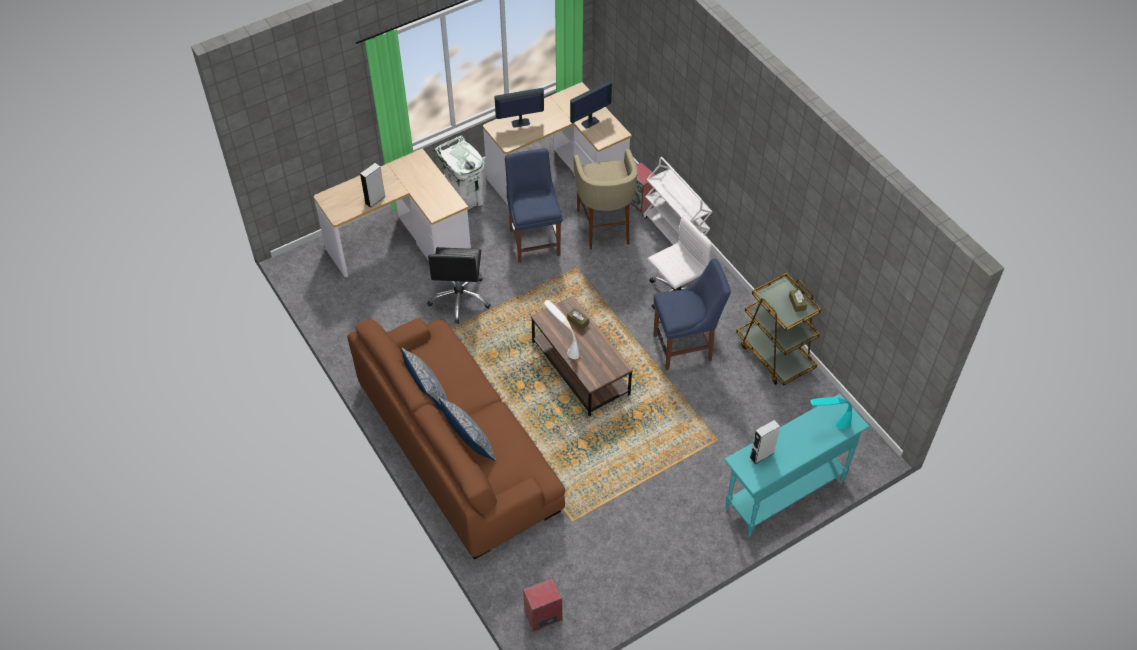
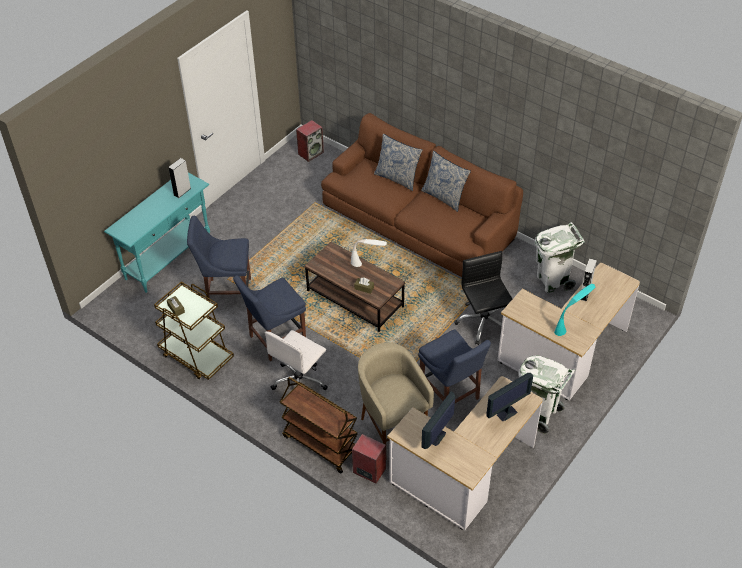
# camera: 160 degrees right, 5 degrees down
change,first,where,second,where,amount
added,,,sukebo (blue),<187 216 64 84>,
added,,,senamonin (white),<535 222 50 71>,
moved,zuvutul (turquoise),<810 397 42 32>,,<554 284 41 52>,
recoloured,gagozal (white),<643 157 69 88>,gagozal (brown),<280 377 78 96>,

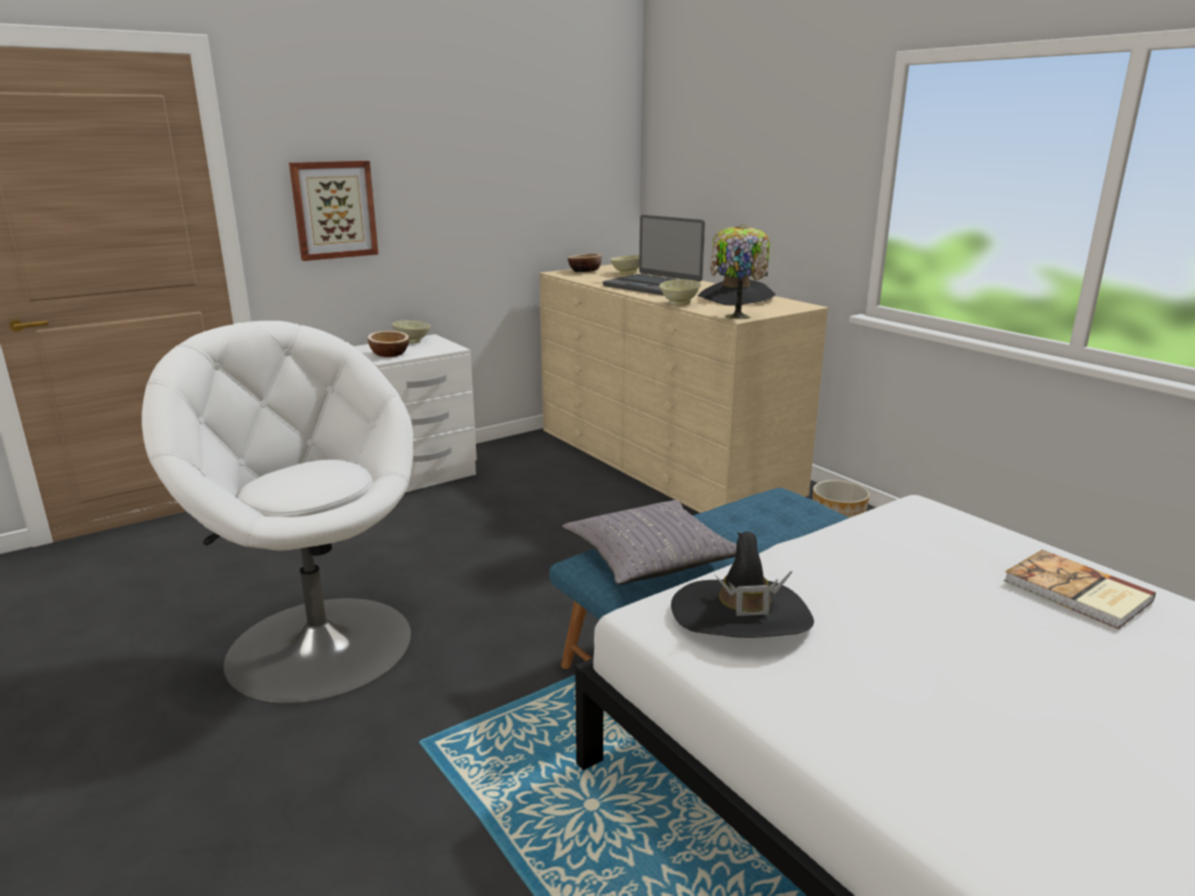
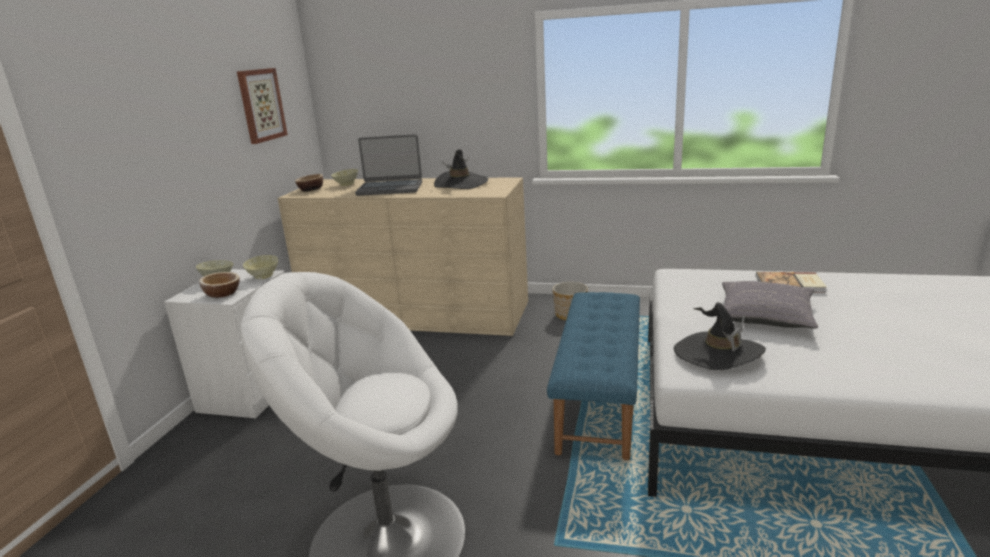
# camera: 40 degrees left, 0 degrees up
change,first,where,second,where,amount
removed,zuvutul,<710 224 60 95>,,,
moved,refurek,<289 161 89 100>,,<237 68 51 76>,
moved,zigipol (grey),<562 500 175 85>,,<722 281 96 48>,
moved,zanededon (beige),<659 279 41 26>,,<243 255 35 24>,

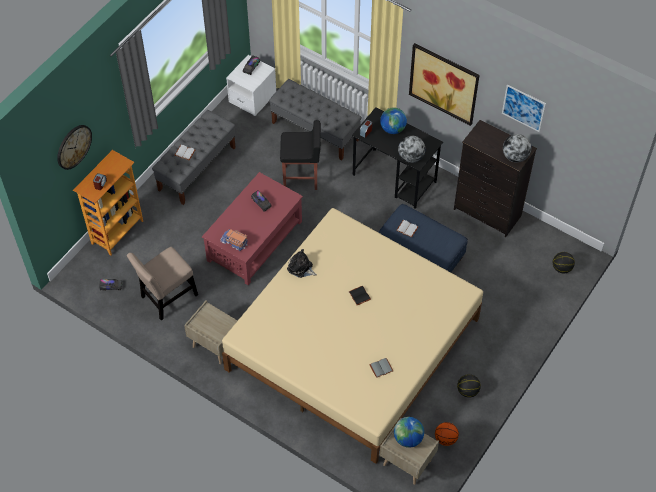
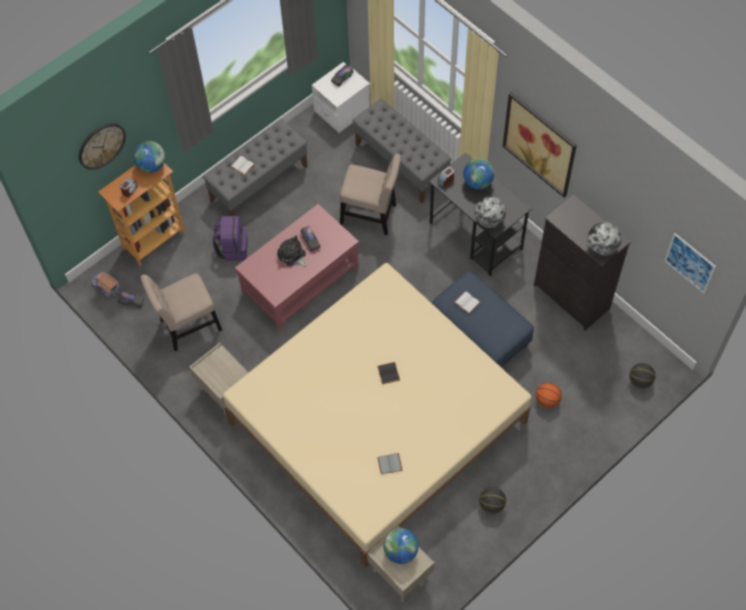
# camera: 15 degrees right, 5 degrees up
change,first,where,second,where,amount
added,,,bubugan,<133 141 32 32>,
added,,,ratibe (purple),<213 216 35 45>,
moved,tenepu,<220 229 28 22>,,<92 272 29 25>,
moved,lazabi,<287 249 30 29>,,<277 235 30 32>,
moved,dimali,<435 422 24 24>,,<536 383 26 25>,
moved,refurek,<502 85 44 47>,,<665 233 51 60>,
replaced,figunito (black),<280 120 41 70>,sukebo (beige),<340 154 61 81>,

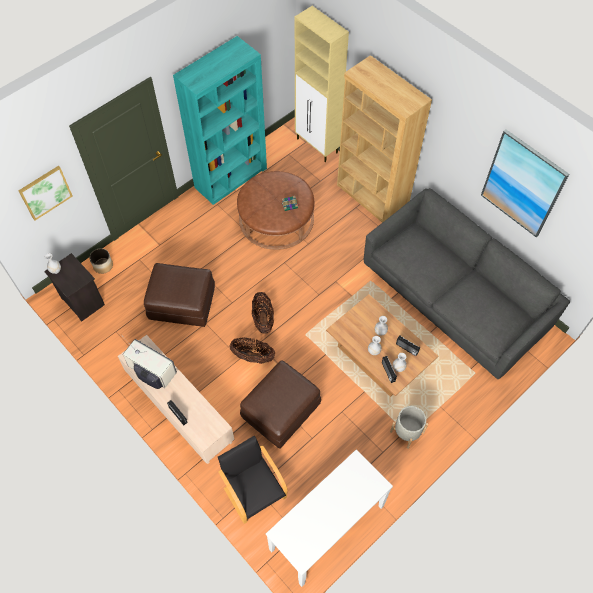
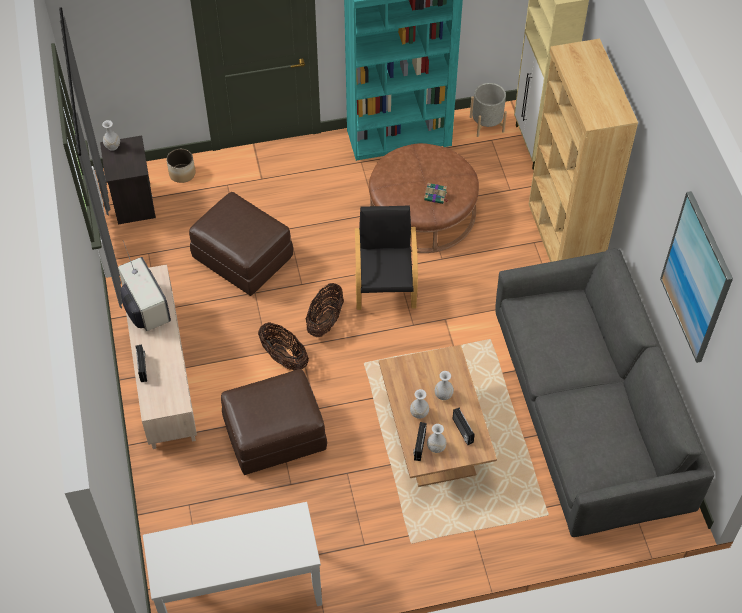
# camera: 30 degrees right, 5 degrees down
change,first,where,second,where,amount
removed,refurek,<18 166 55 54>,,,
moved,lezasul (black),<218 436 70 88>,,<355 205 63 105>,
moved,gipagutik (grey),<390 406 38 43>,,<470 83 37 54>,

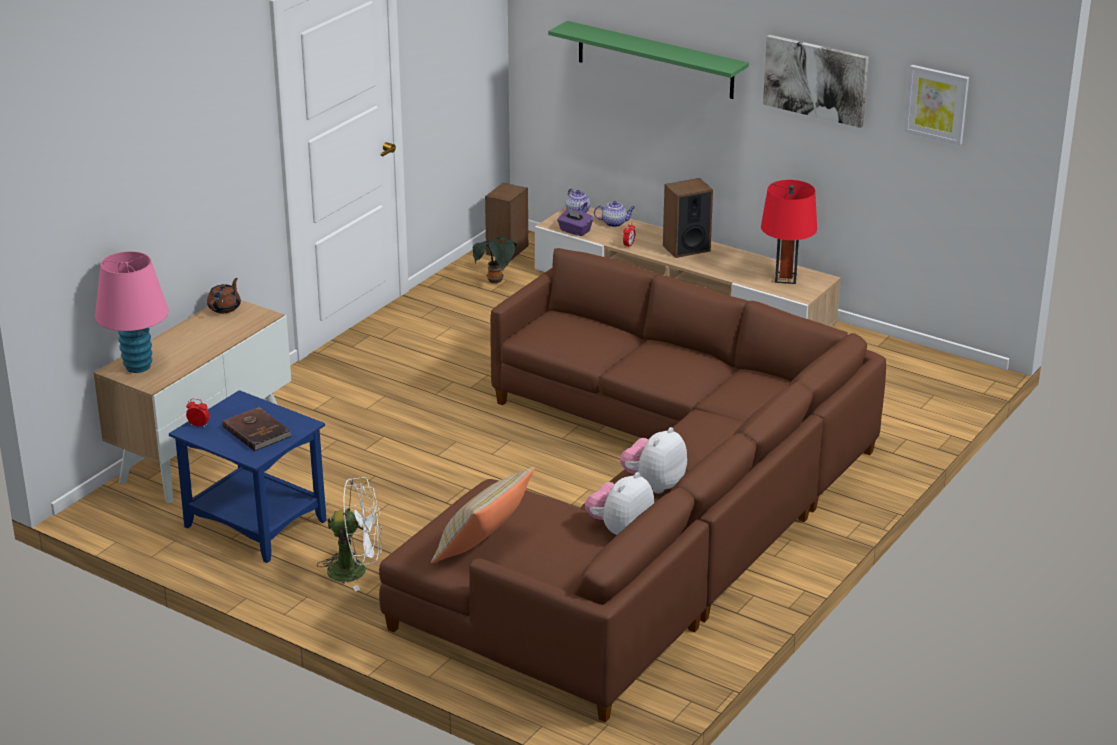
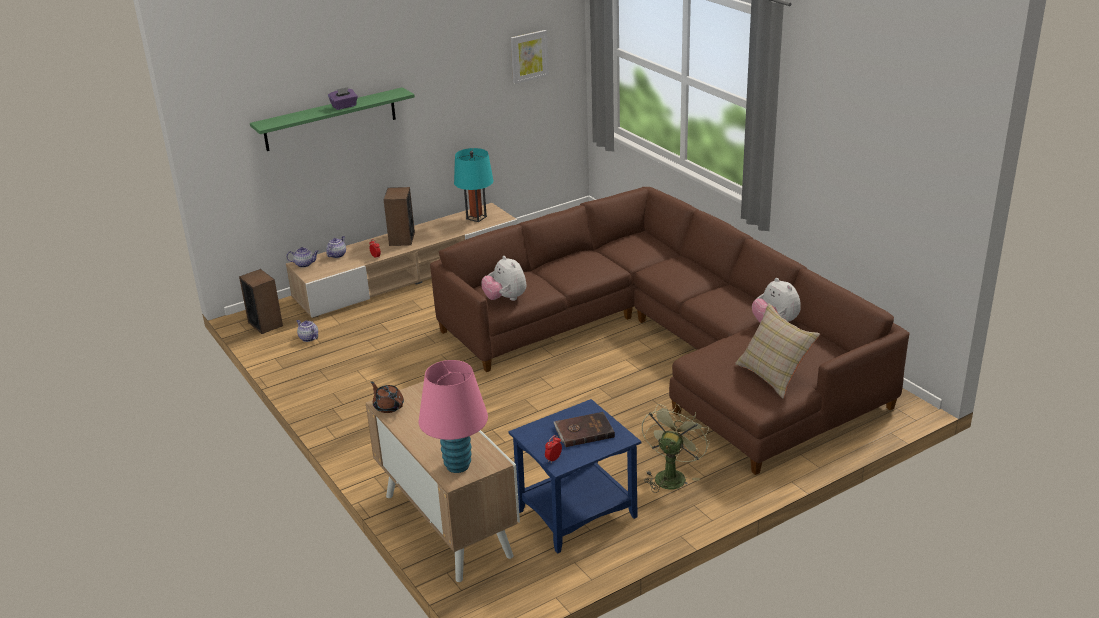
# camera: 65 degrees left, 0 degrees up
change,first,where,second,where,amount
removed,refurek,<763 35 106 93>,,,
moved,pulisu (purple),<557 209 36 27>,,<328 87 30 23>,
moved,lazabi,<620 427 67 66>,,<482 256 44 45>,
replaced,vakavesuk,<473 235 44 48>,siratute,<296 320 22 22>,
recoloured,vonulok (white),<317 477 65 114>,vonulok (green),<642 404 68 89>,
recoloured,zuvutul (red),<761 180 56 104>,zuvutul (turquoise),<454 148 39 74>,

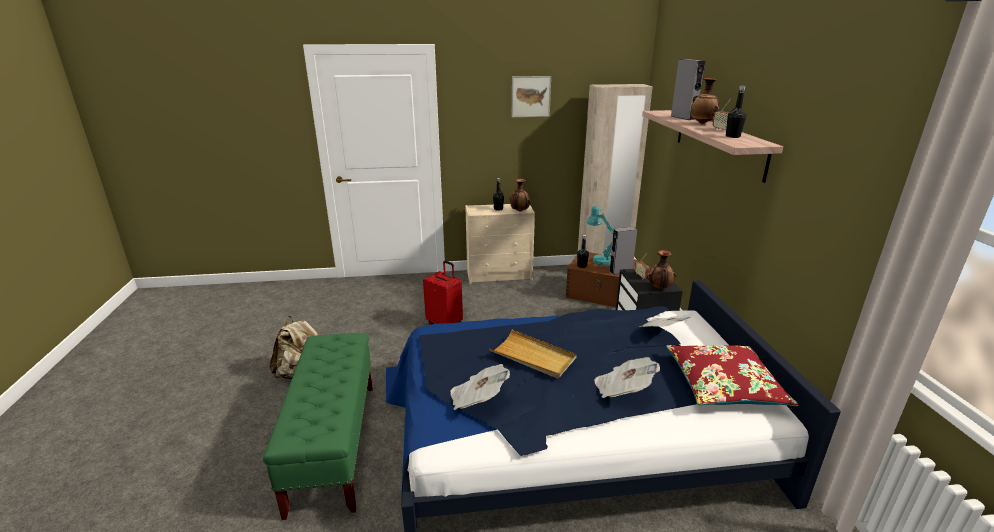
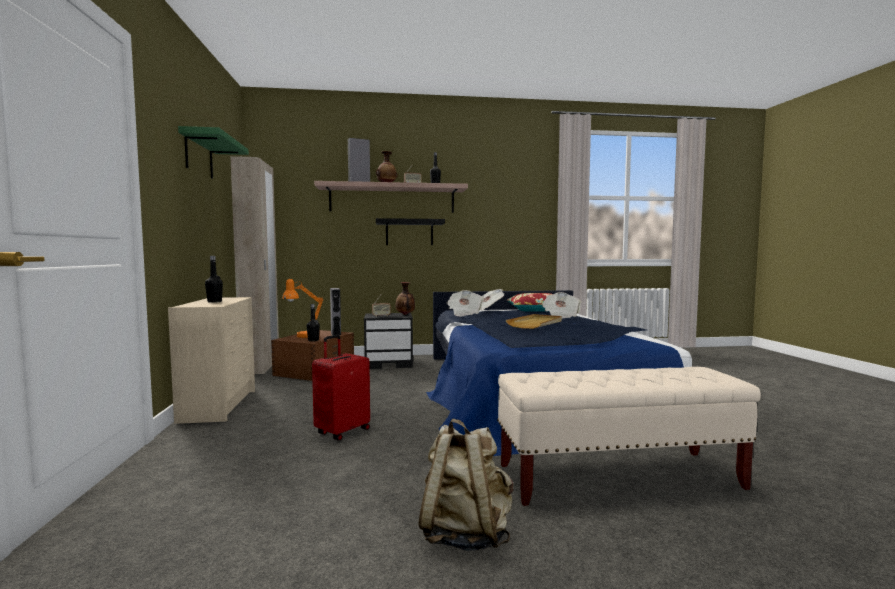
# camera: 90 degrees left, 20 degrees down
change,first,where,second,where,amount
removed,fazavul,<510 179 21 33>,,,
added,,,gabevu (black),<376 218 69 27>,
moved,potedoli,<450 364 60 46>,,<447 290 37 26>,
replaced,refurek,<512 76 39 42>,gabevu (green),<178 126 71 53>,
recoloured,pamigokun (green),<263 333 110 187>,pamigokun (beige),<497 367 264 139>,
recoloured,zuvutul (turquoise),<587 206 26 59>,zuvutul (orange),<282 279 41 59>,

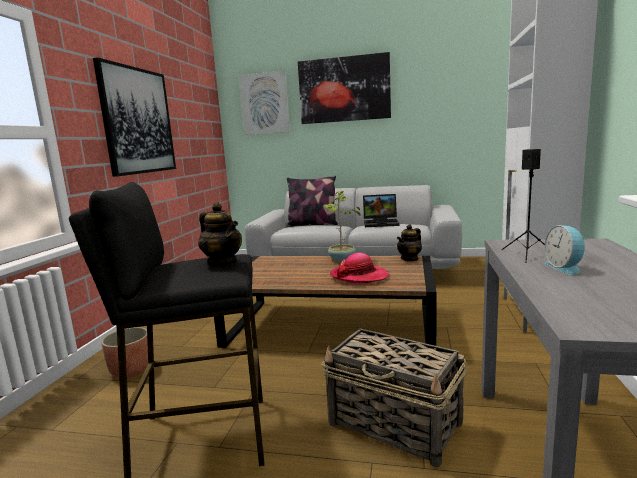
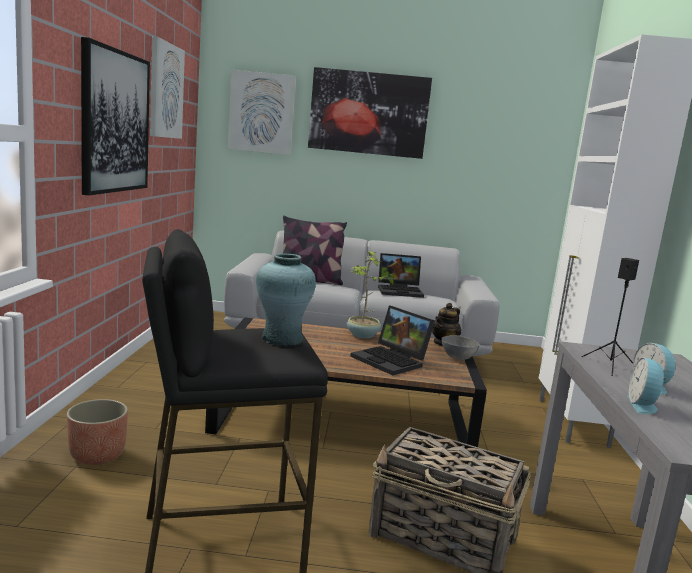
# camera: 10 degrees left, 0 degrees up
change,first,where,second,where,amount
added,,,refurek,<150 36 35 103>,
added,,,zanededon (grey),<441 335 39 25>,
added,,,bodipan,<627 357 41 57>,
replaced,siratute,<198 202 44 64>,fazavul (turquoise),<256 253 60 93>,
replaced,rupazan,<330 253 59 30>,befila,<350 305 85 70>,

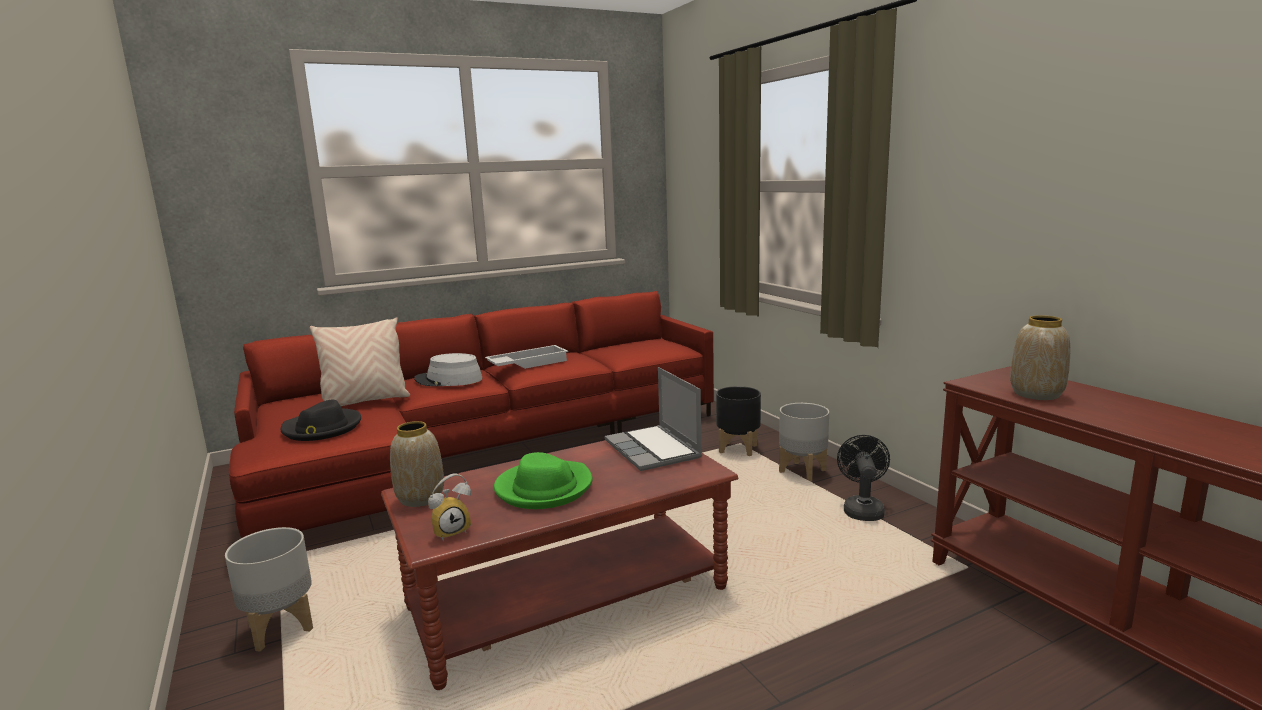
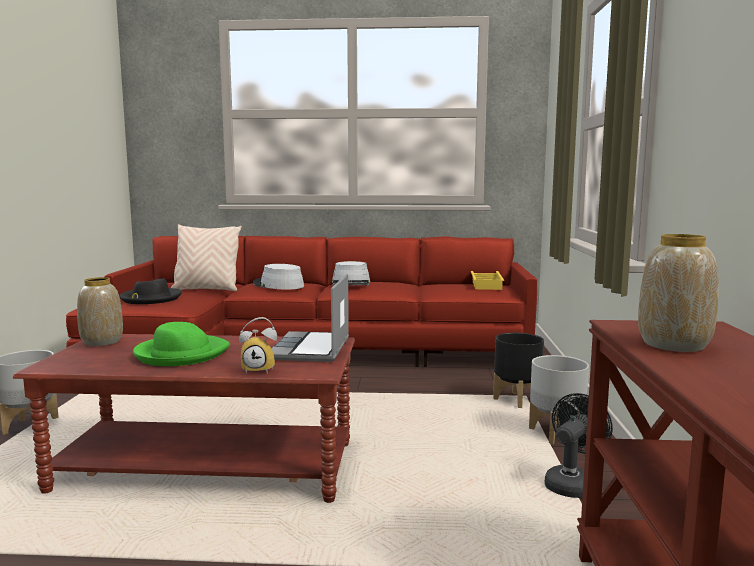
# camera: 30 degrees right, 5 degrees down
change,first,where,second,where,amount
added,,,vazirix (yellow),<471 271 33 19>,
moved,bodipan,<428 474 43 67>,,<239 317 38 57>,
replaced,vazirix (white),<485 345 83 24>,rupazan (grey),<332 261 38 24>,

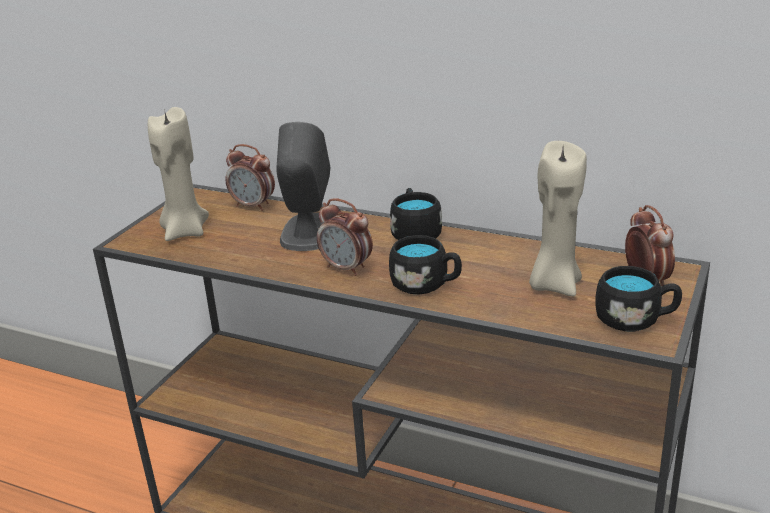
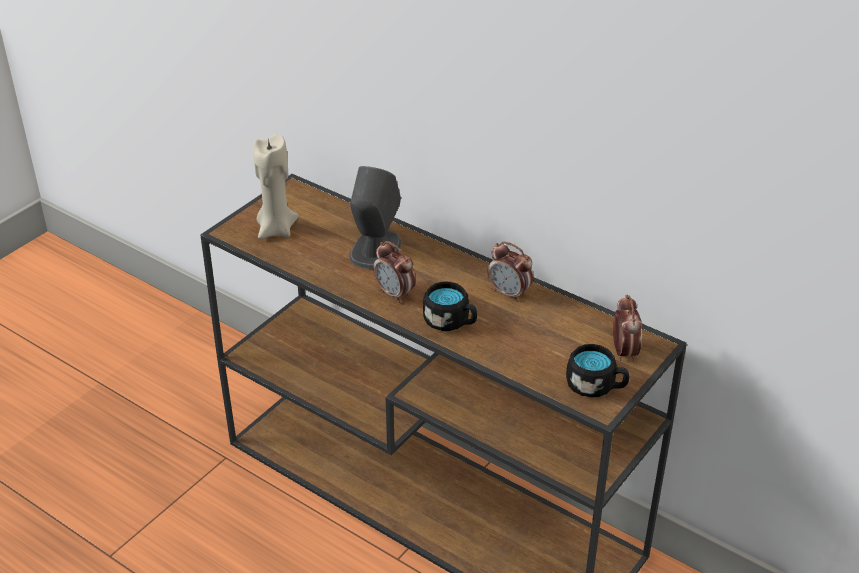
# camera: 10 degrees right, 10 degrees up
change,first,where,second,where,amount
removed,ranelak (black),<390 188 52 52>,,,
removed,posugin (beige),<529 141 58 156>,,,
moved,bodipan,<225 144 50 67>,,<487 242 46 60>,

